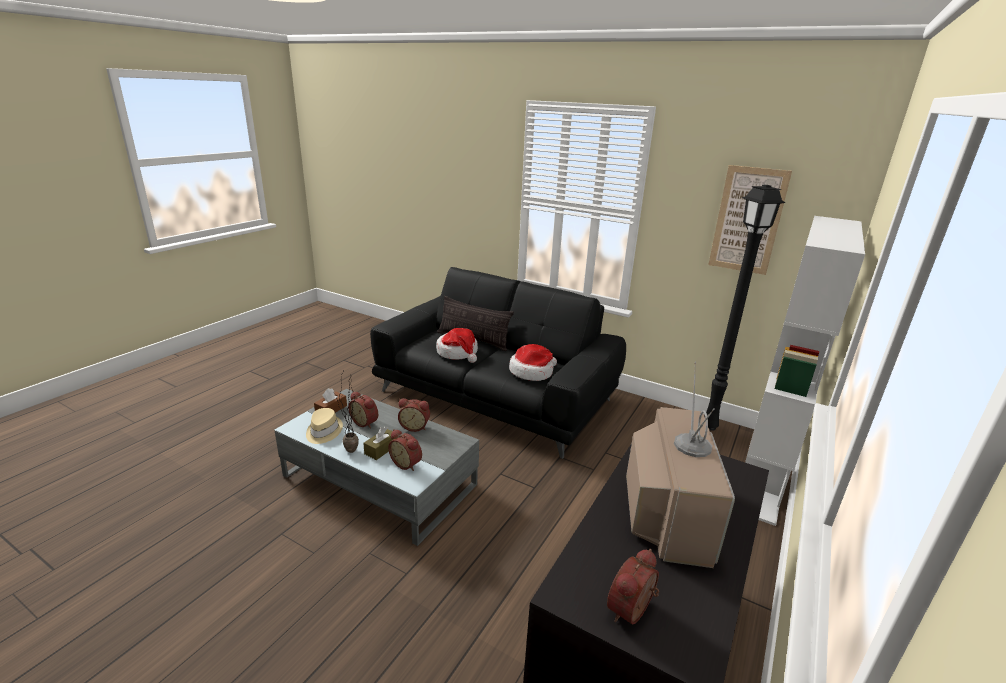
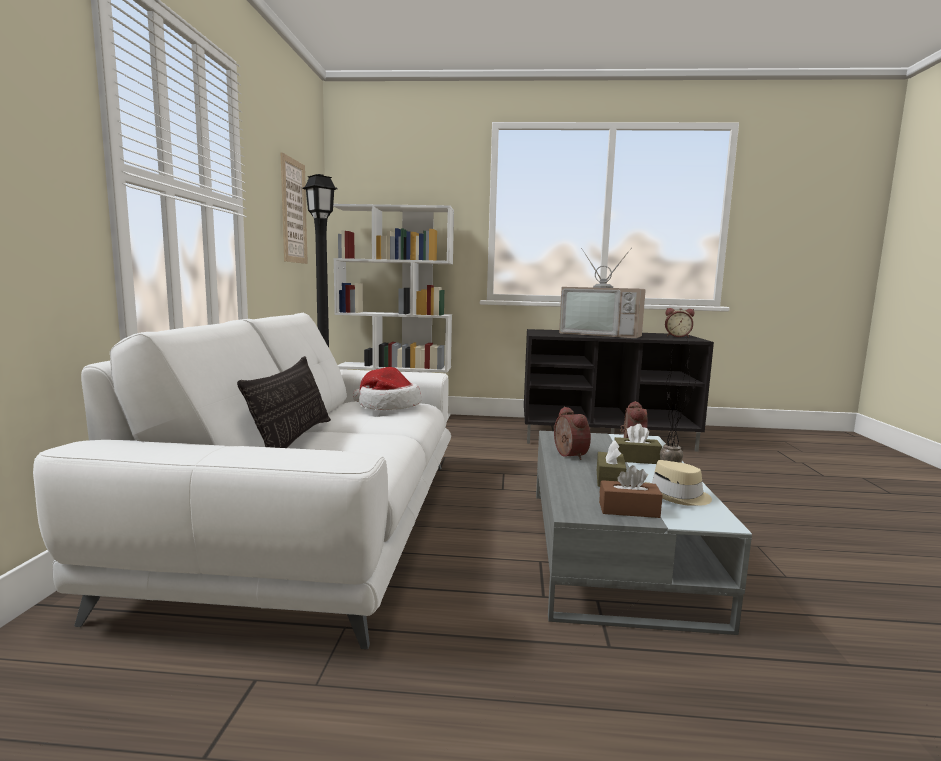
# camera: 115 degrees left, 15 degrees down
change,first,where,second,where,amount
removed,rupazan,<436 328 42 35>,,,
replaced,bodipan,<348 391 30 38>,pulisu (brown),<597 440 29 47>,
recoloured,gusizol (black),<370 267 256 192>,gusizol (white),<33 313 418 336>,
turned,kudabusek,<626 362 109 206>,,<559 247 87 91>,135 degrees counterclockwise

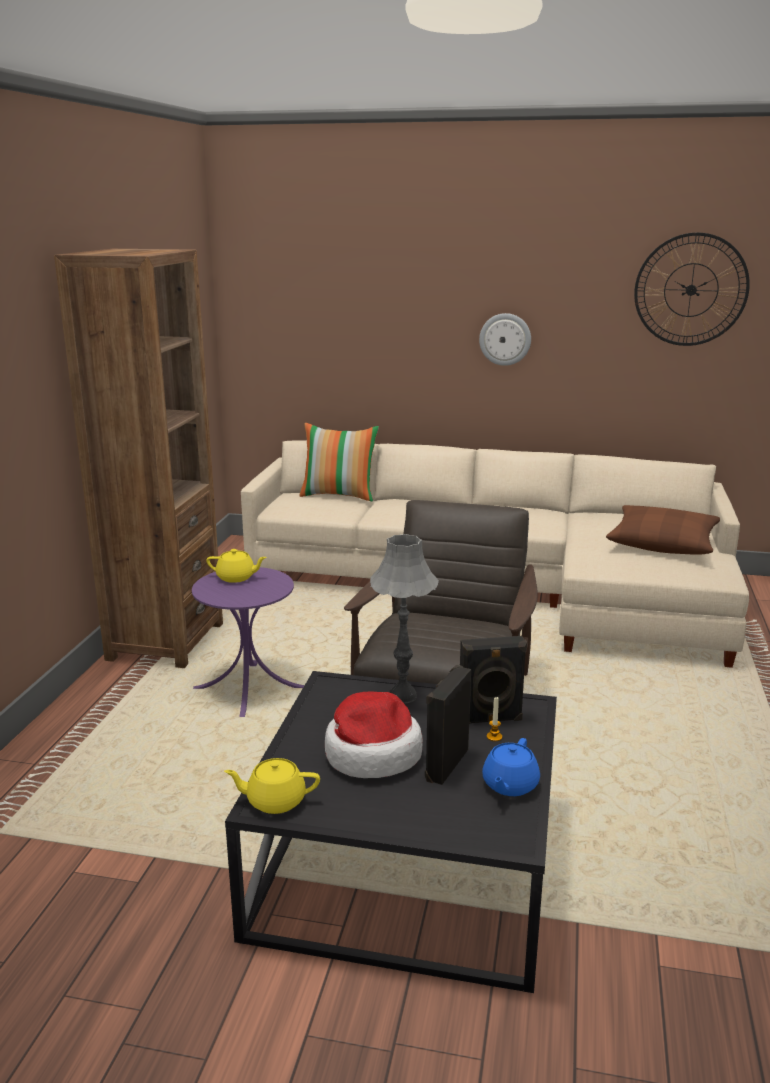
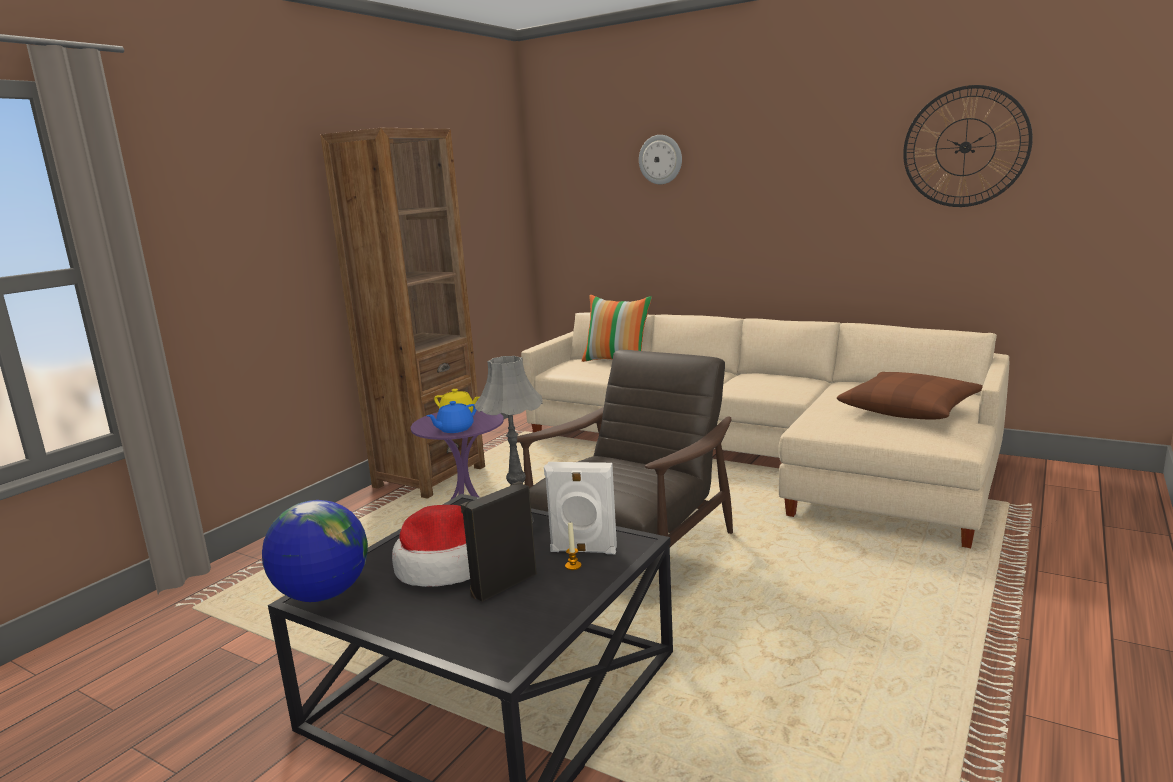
# camera: 20 degrees right, 5 degrees down
change,first,where,second,where,amount
moved,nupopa,<479 313 52 53>,,<639 135 43 49>,
moved,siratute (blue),<482 738 58 58>,,<427 401 49 32>,
replaced,siratute (yellow),<224 758 96 56>,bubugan,<262 500 106 102>,
recoloured,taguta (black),<460 636 67 88>,taguta (white),<544 462 73 92>,

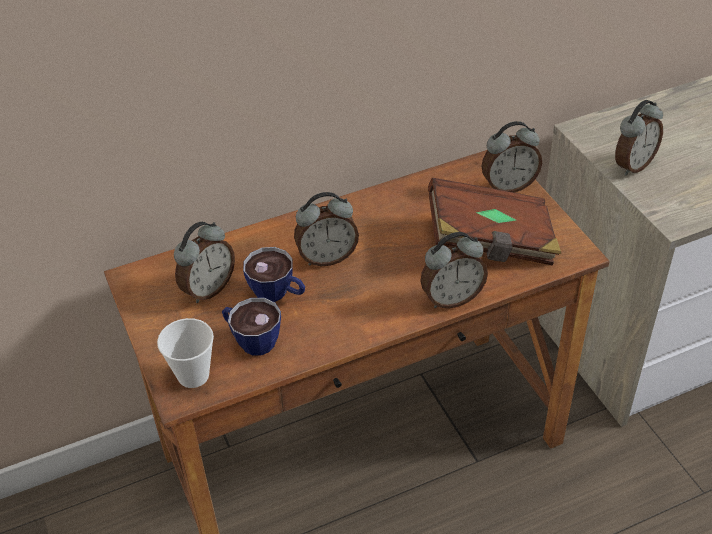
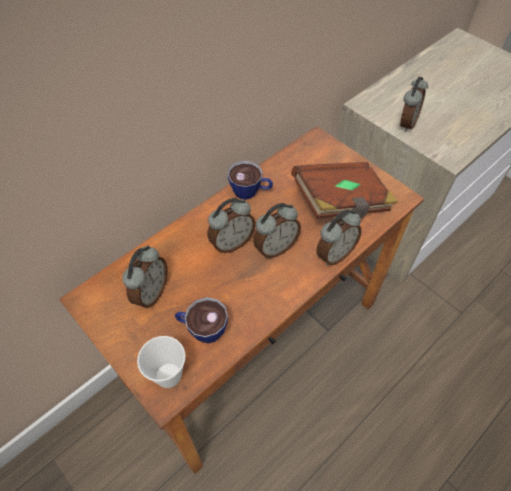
# camera: 20 degrees left, 10 degrees up
change,first,where,second,where,amount
moved,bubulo,<243 247 62 55>,,<228 161 45 39>,
moved,bodipan,<482 121 60 72>,,<253 203 48 55>,

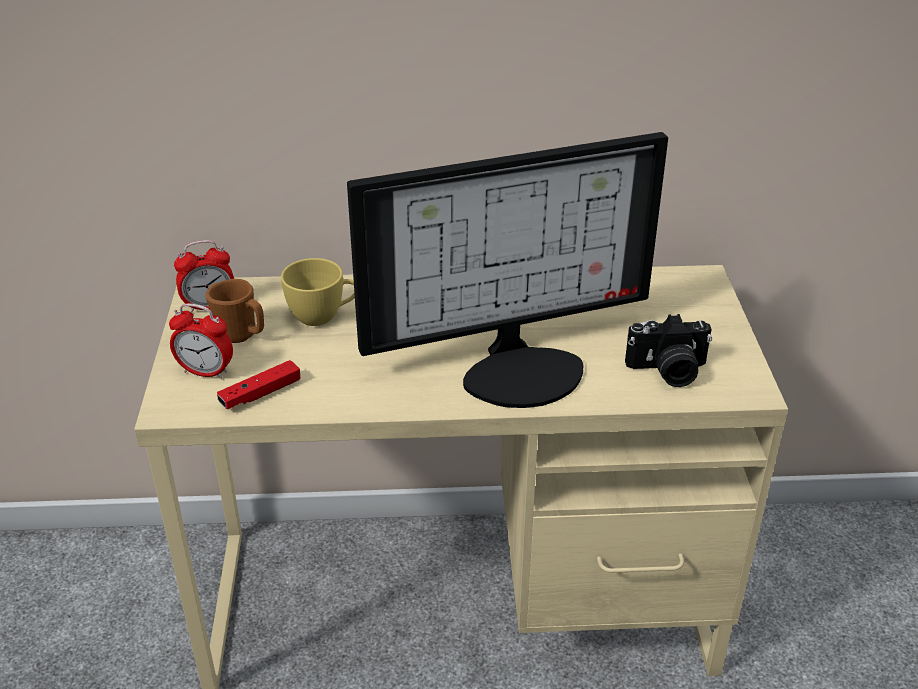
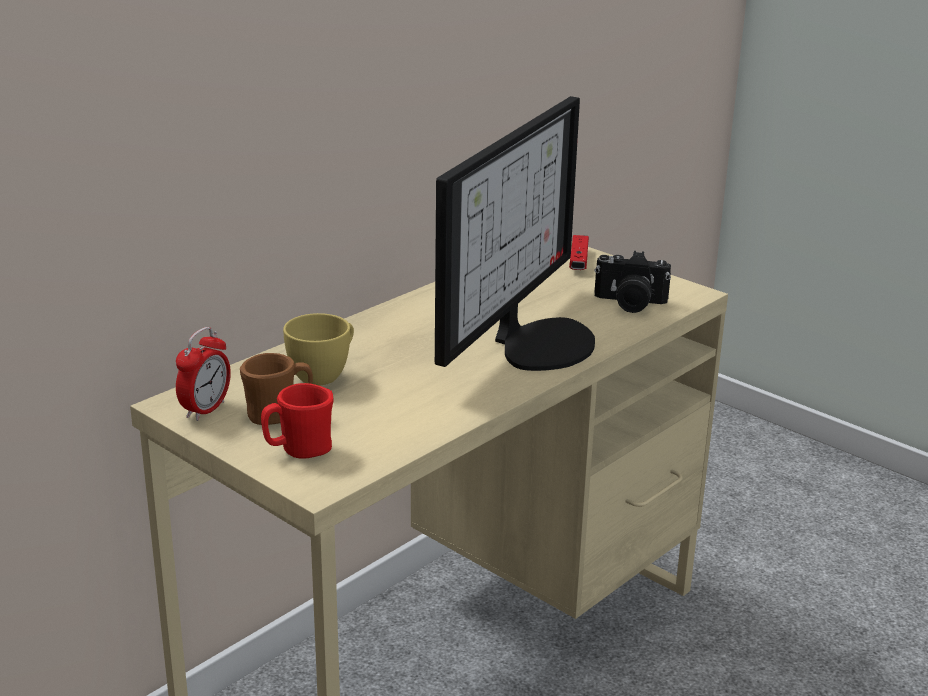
# camera: 45 degrees left, 10 degrees down
change,first,where,second,where,amount
moved,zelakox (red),<217 360 83 49>,,<569 235 20 35>,
replaced,bodipan,<169 303 64 76>,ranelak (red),<261 383 73 75>,
turned,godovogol,<625 314 87 73>,,<595 251 76 62>,60 degrees clockwise

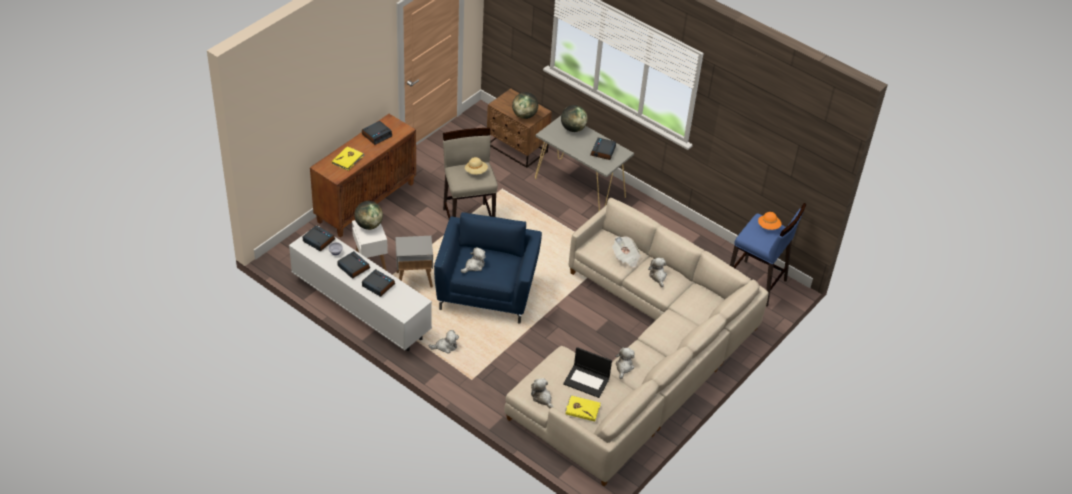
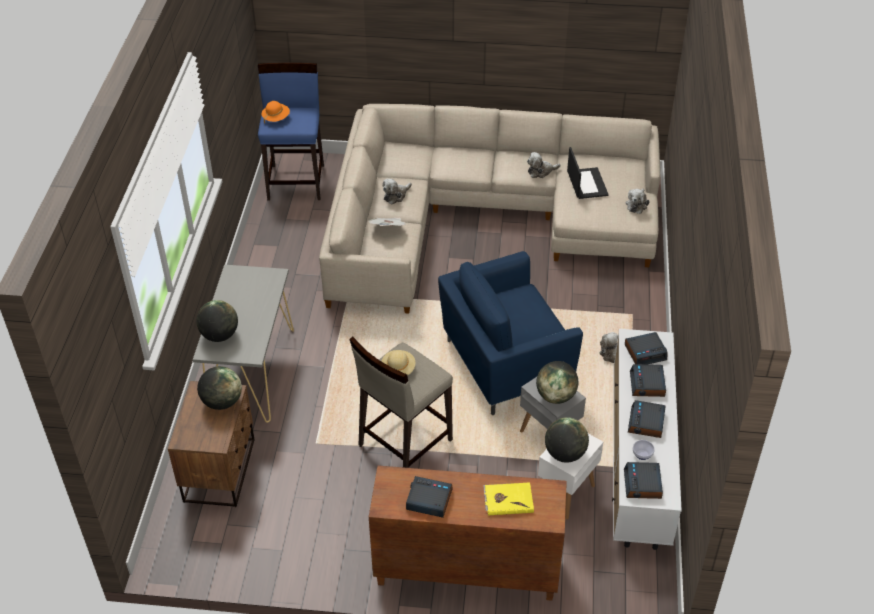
# camera: 120 degrees left, 0 degrees up
change,first,where,second,where,amount
removed,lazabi,<461 247 25 26>,,,
removed,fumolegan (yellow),<565 395 36 26>,,,
added,,,bubugan,<536 361 42 43>,
moved,bodipan,<590 138 26 22>,,<625 332 43 33>,

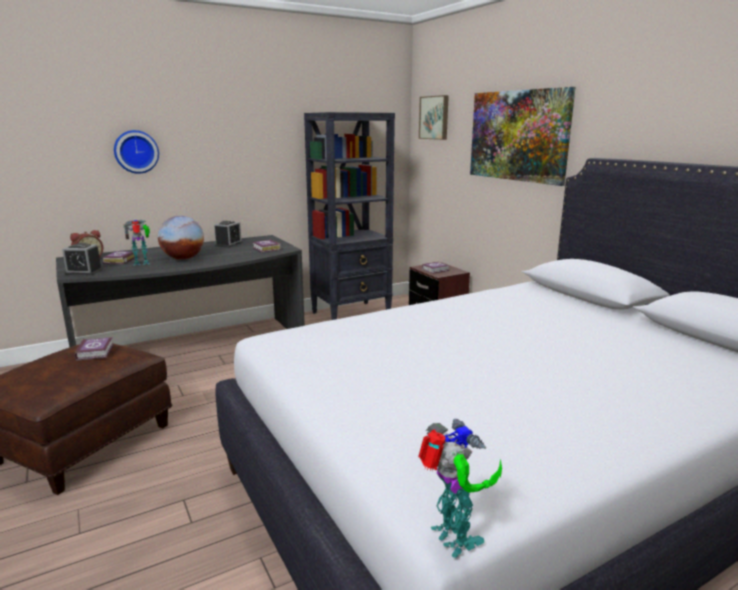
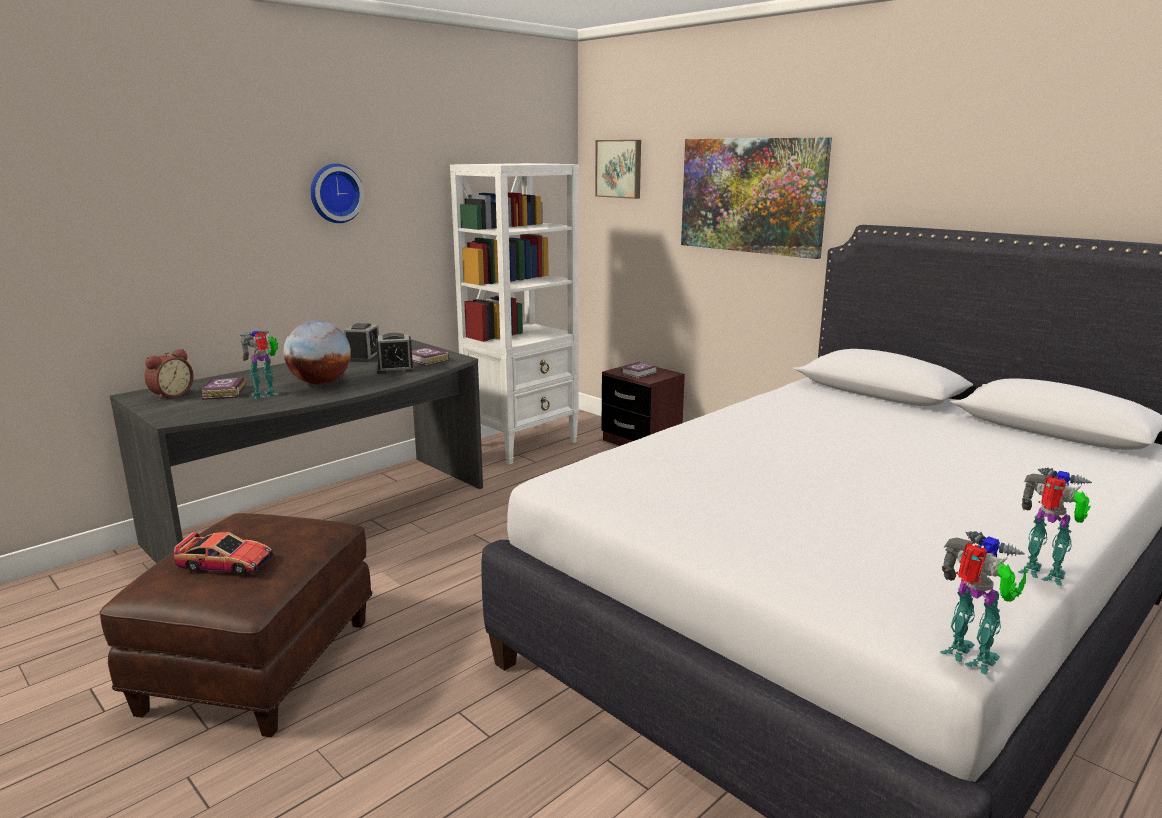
# camera: 15 degrees left, 0 degrees up
change,first,where,second,where,amount
removed,fumolegan,<74 337 40 24>,,,
added,,,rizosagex,<174 532 100 43>,
added,,,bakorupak,<1018 468 74 118>,
moved,bodipan,<62 243 41 32>,,<376 333 39 41>,
moved,nupopa,<114 130 45 44>,,<310 164 54 59>,
recoloured,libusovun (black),<304 112 91 208>,libusovun (white),<450 163 129 302>,

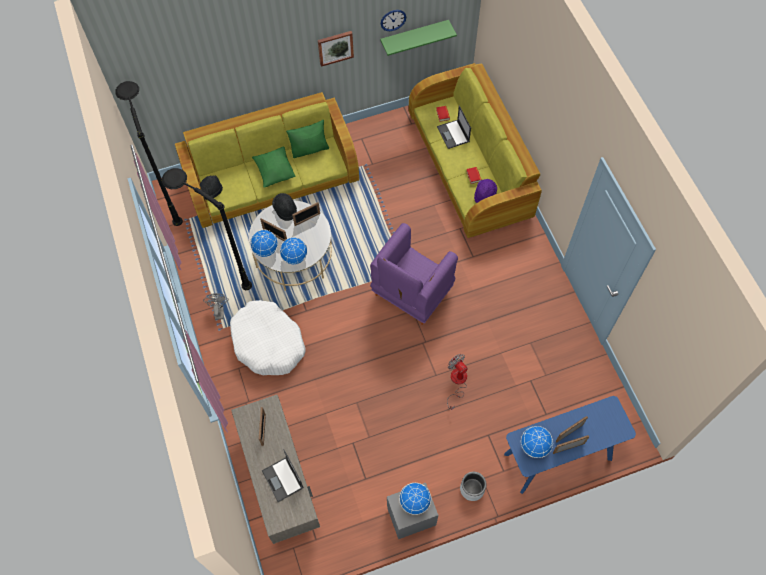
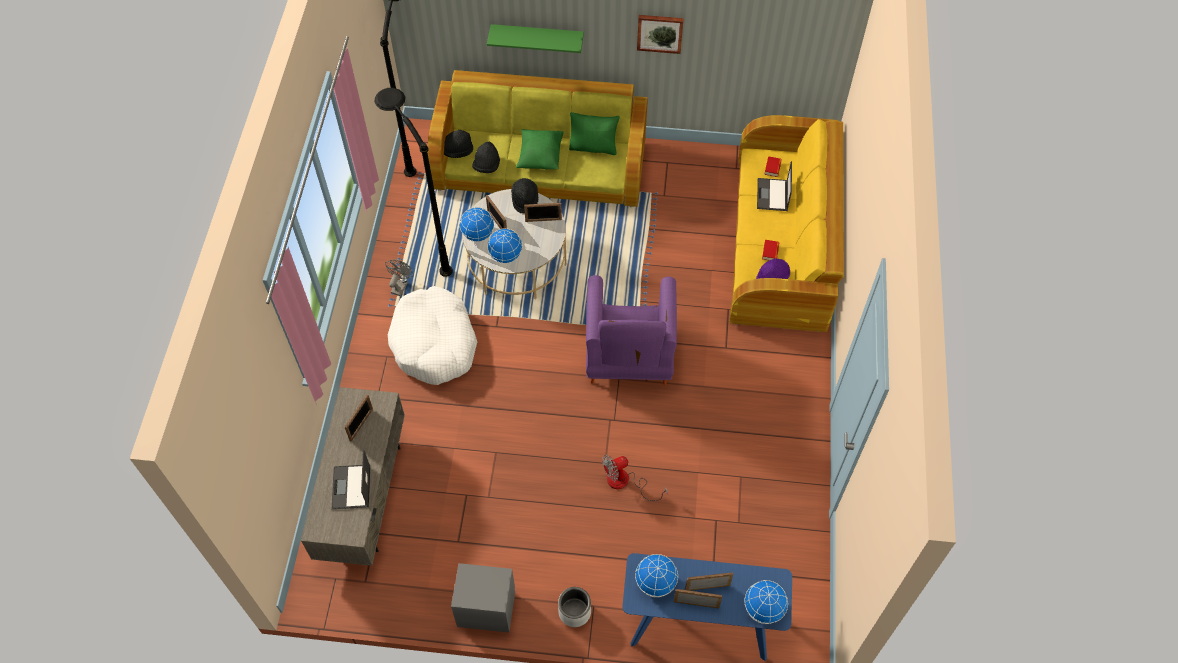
# camera: 25 degrees right, 5 degrees down
change,first,where,second,where,amount
removed,nupopa,<381 10 25 21>,,,
added,,,rupazan (black),<472 141 28 32>,
moved,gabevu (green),<380 20 77 36>,,<487 24 97 29>,
moved,bubugan,<399 483 32 32>,,<744 580 44 44>,
recoloured,gusizol (green),<409 63 133 175>,gusizol (yellow),<730 115 114 217>,
turned,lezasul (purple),<370 223 88 102>,,<586 275 91 110>,60 degrees counterclockwise
turned,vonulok,<447 354 21 56>,,<602 455 66 46>,105 degrees counterclockwise

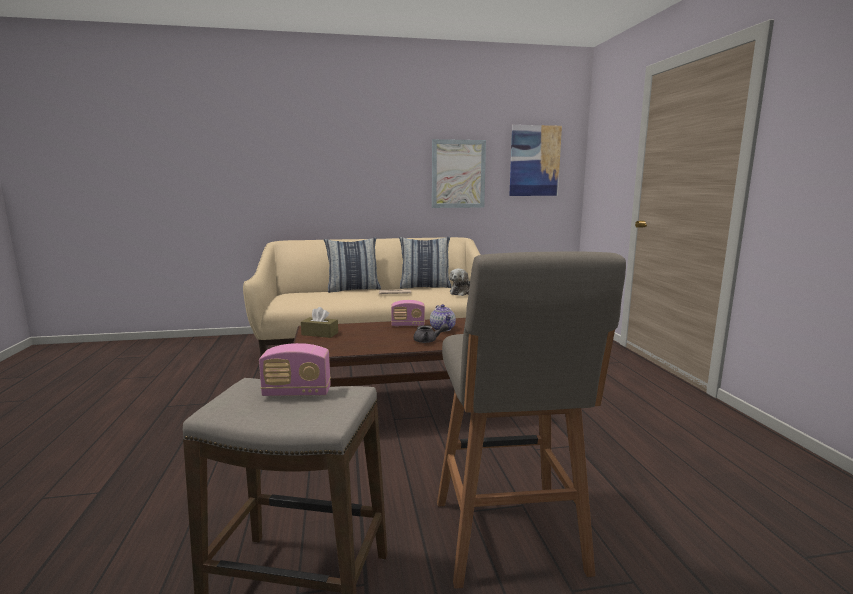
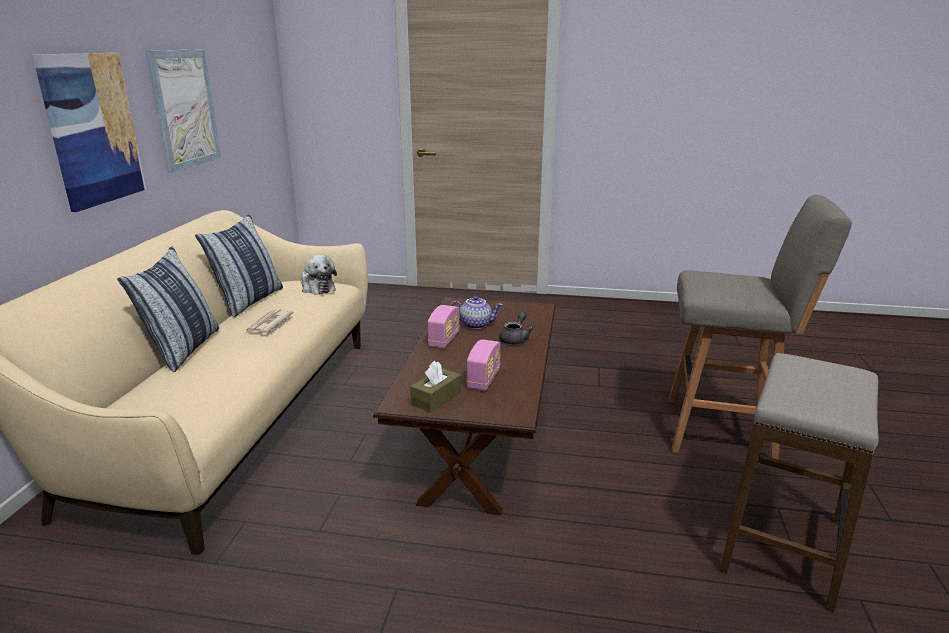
# camera: 70 degrees left, 10 degrees up
change,first,where,second,where,amount
moved,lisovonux,<259 343 72 53>,,<467 339 33 52>,
moved,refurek,<509 125 53 71>,,<32 53 114 159>,

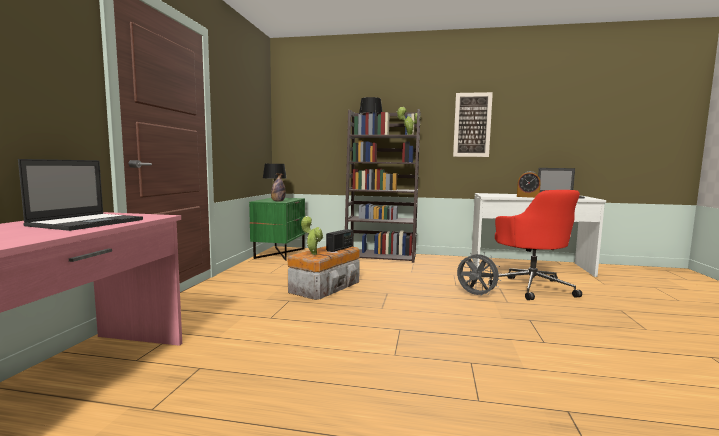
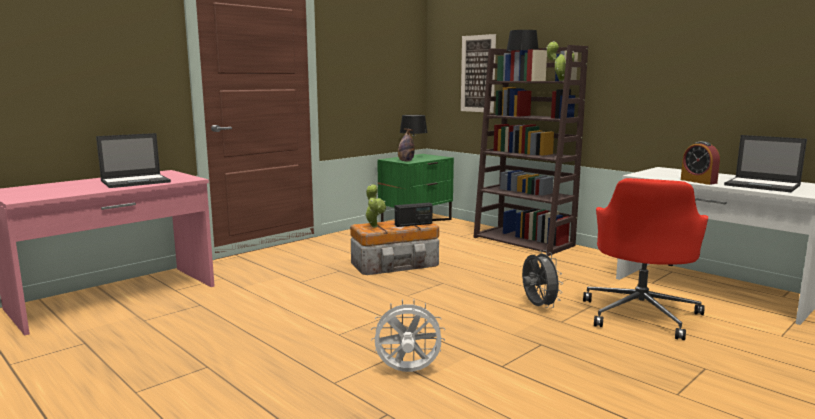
# camera: 35 degrees right, 5 degrees up
change,first,where,second,where,amount
added,,,vonulok (white),<371 299 74 73>,
moved,refurek,<453 92 40 65>,,<461 34 35 79>,

